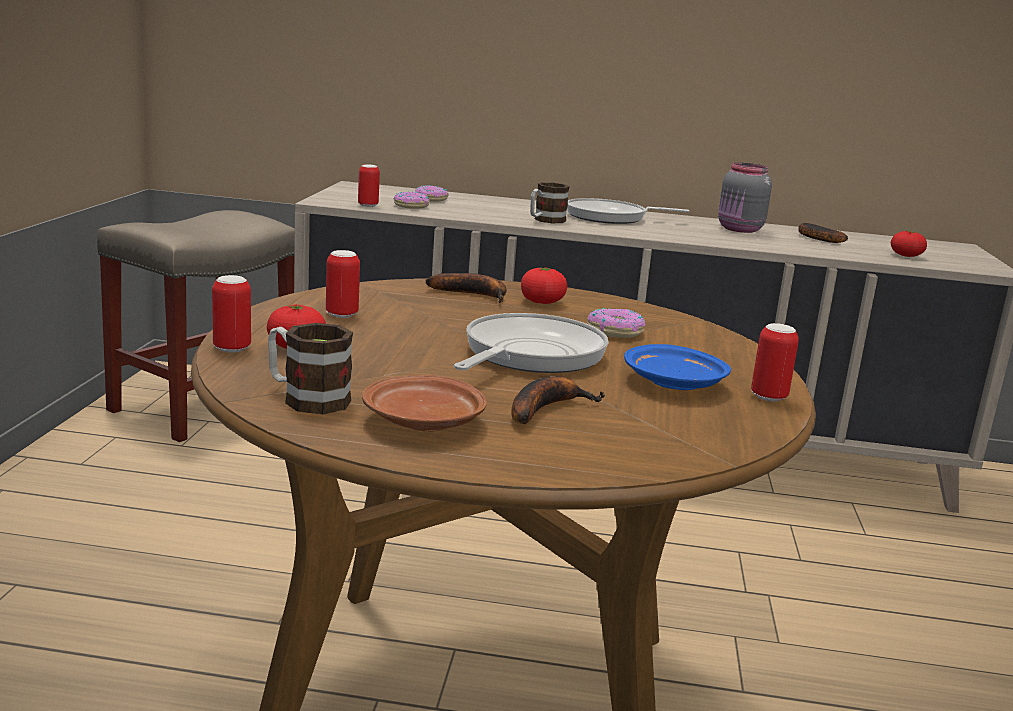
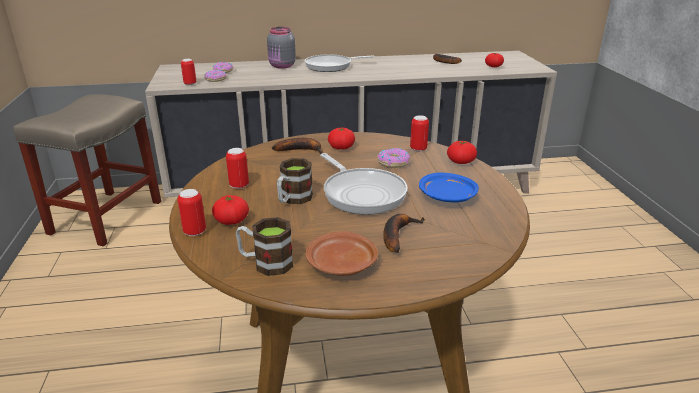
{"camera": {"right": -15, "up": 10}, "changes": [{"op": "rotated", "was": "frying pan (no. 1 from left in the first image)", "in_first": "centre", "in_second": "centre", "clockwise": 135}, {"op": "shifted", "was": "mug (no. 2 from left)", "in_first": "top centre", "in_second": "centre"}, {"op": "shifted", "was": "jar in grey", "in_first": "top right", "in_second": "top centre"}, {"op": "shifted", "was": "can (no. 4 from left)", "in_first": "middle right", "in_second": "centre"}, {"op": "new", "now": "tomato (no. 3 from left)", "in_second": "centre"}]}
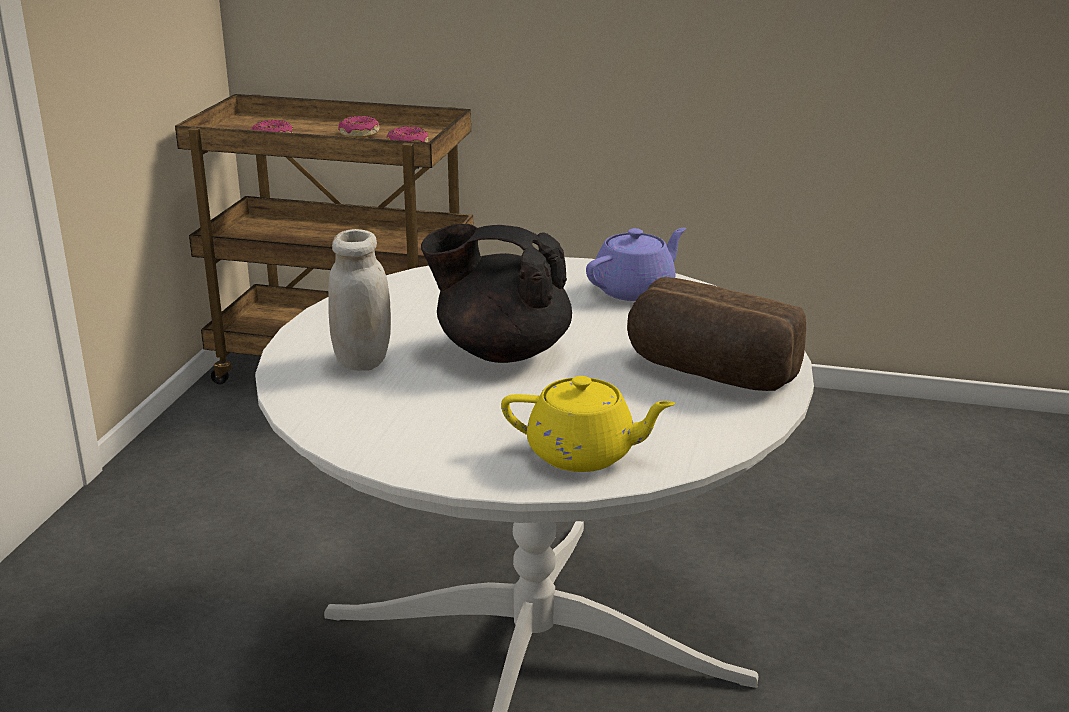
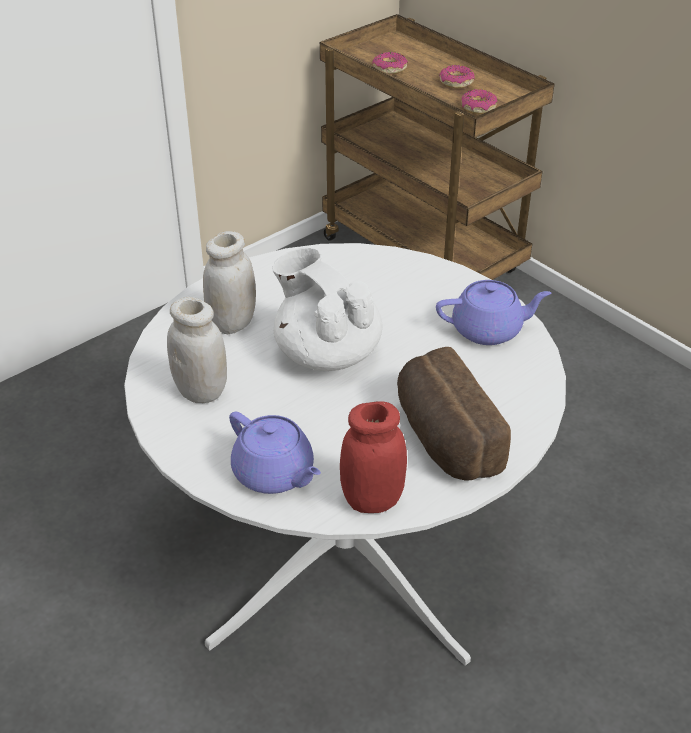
{"camera": {"right": 35, "up": 15}, "changes": [{"op": "repainted", "was": "teapot in black", "now": "teapot in white", "in_first": "centre", "in_second": "centre"}, {"op": "repainted", "was": "teapot in yellow", "now": "teapot in purple (no. 1 from left)", "in_first": "centre", "in_second": "centre"}, {"op": "new", "now": "jar in white (no. 1 from left)", "in_second": "middle left"}, {"op": "new", "now": "jar in red", "in_second": "centre"}]}
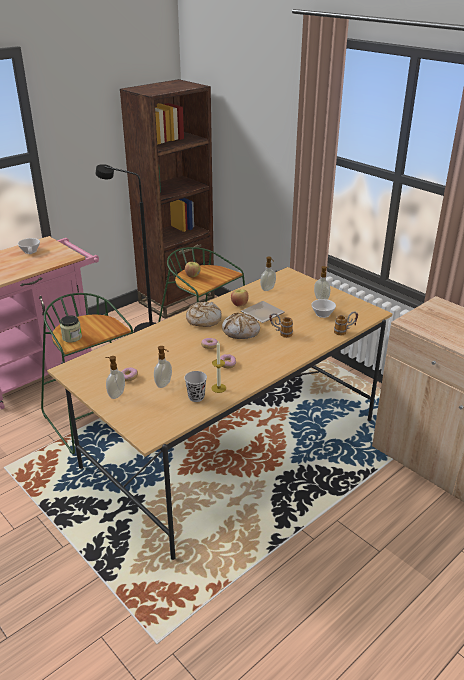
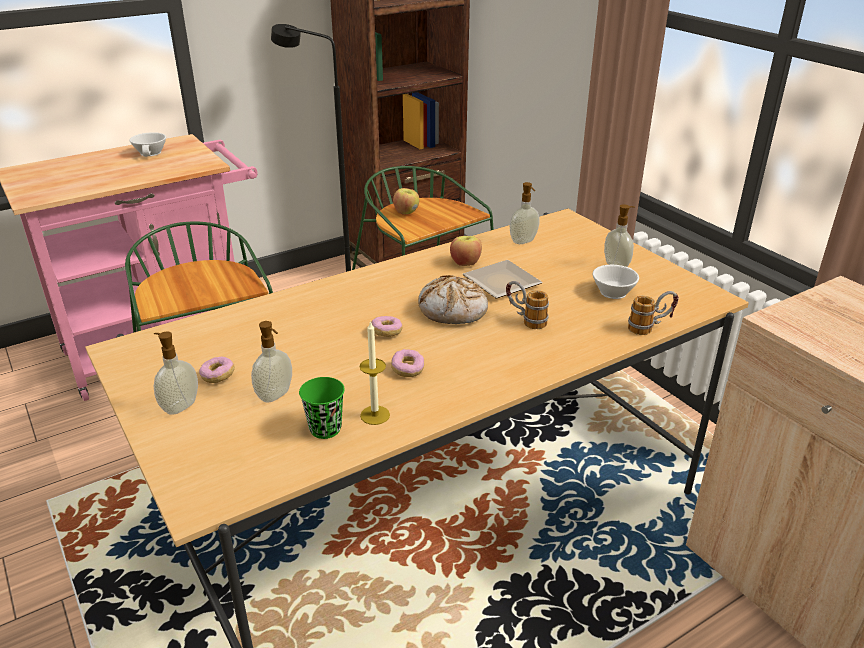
{"camera": {"right": 10, "up": 0}, "changes": [{"op": "gone", "was": "jar", "in_first": "middle left"}, {"op": "repainted", "was": "cup in black", "now": "cup in green", "in_first": "centre", "in_second": "centre"}, {"op": "gone", "was": "bread (no. 1 from left)", "in_first": "centre"}]}
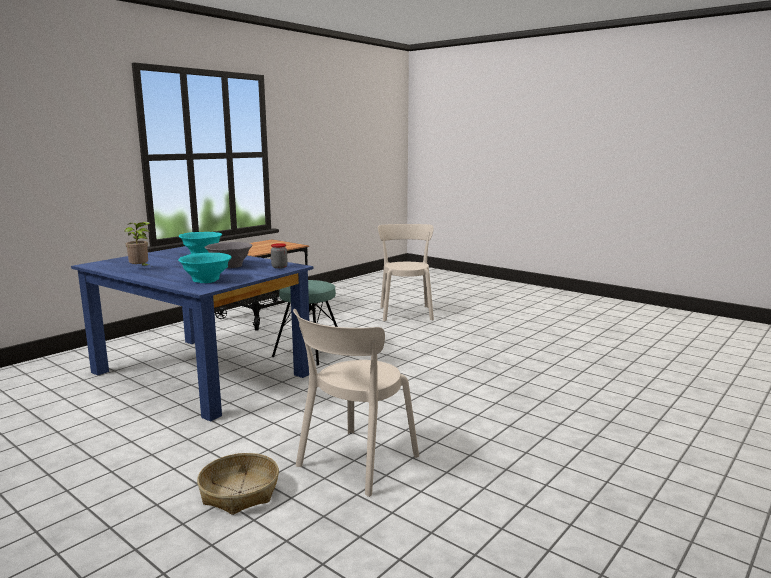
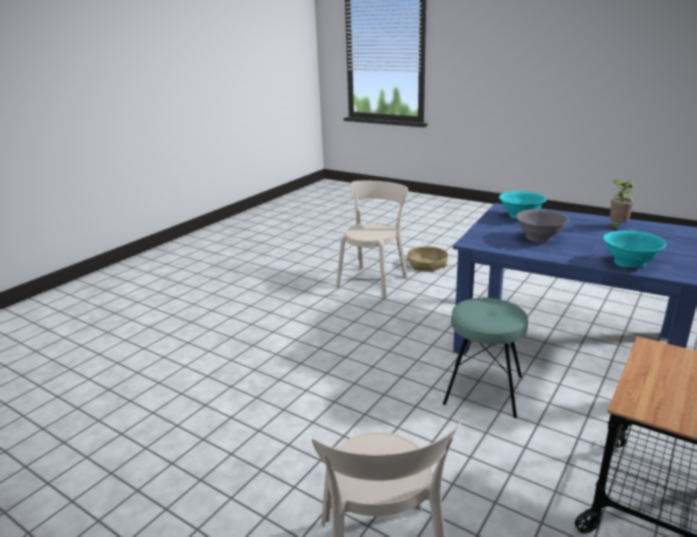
{"camera": {"right": 175, "up": 10}, "changes": [{"op": "gone", "was": "jar", "in_first": "centre"}]}
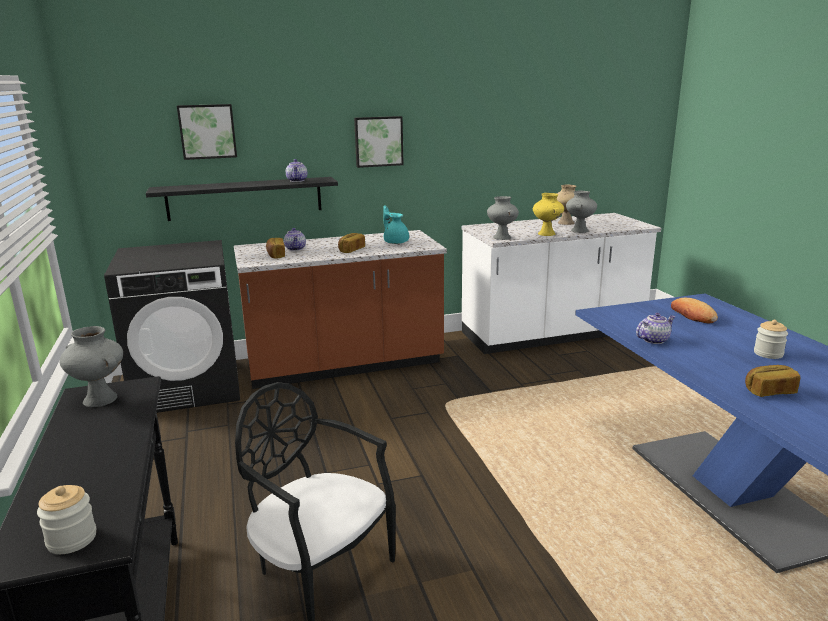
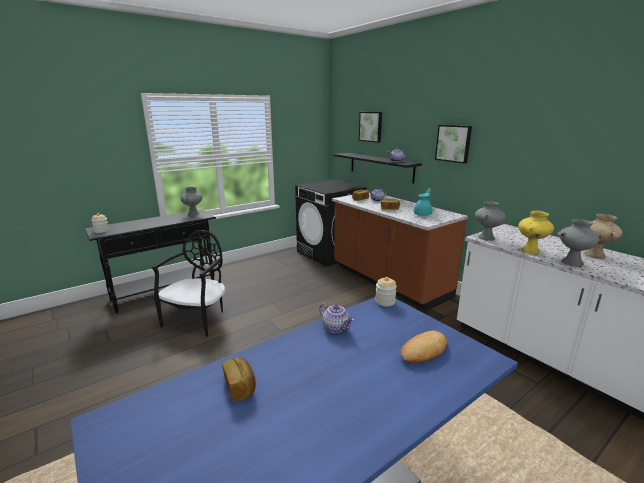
{"camera": {"right": 70, "up": 0}, "changes": [{"op": "shifted", "was": "jar (no. 2 from left)", "in_first": "middle right", "in_second": "centre"}]}
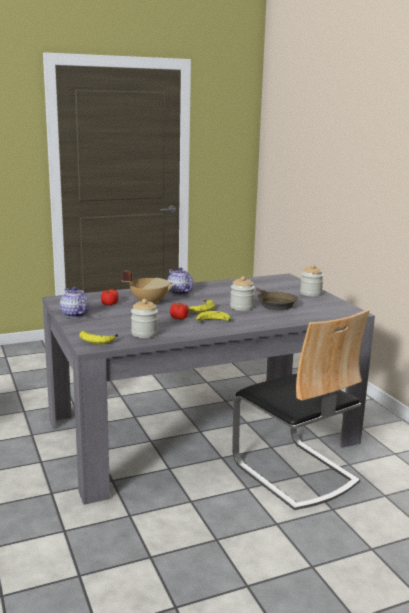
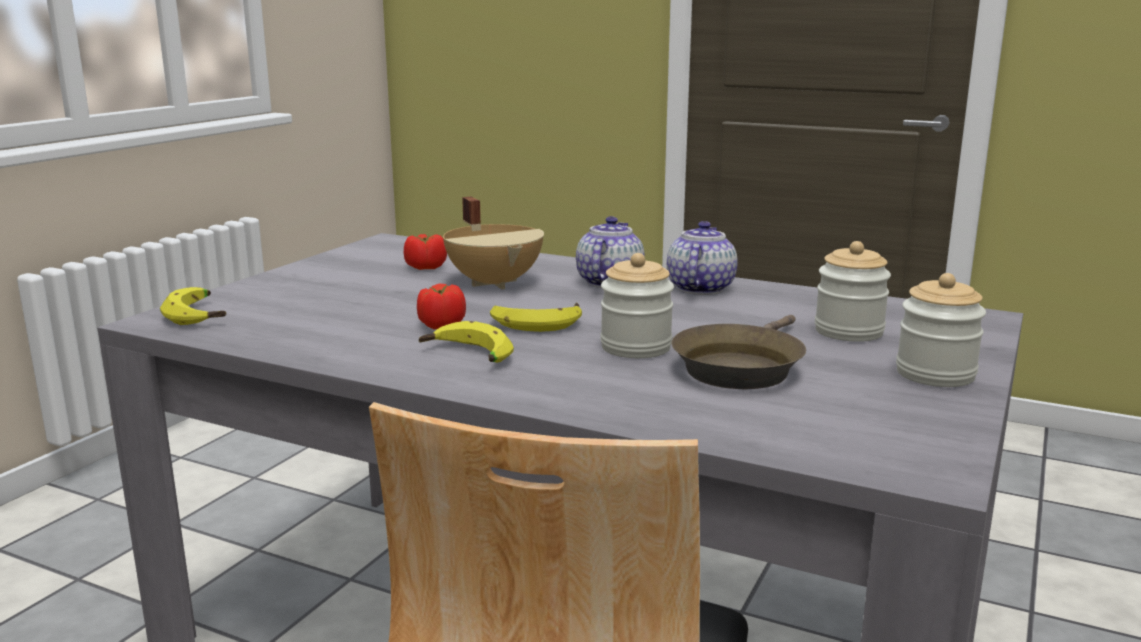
{"camera": {"right": 50, "up": 0}, "changes": [{"op": "shifted", "was": "teapot (no. 1 from left in the first image)", "now": "teapot (no. 2 from left)", "in_first": "middle left", "in_second": "centre"}, {"op": "shifted", "was": "jar (no. 1 from left in the first image)", "now": "jar (no. 2 from left)", "in_first": "centre", "in_second": "middle right"}]}
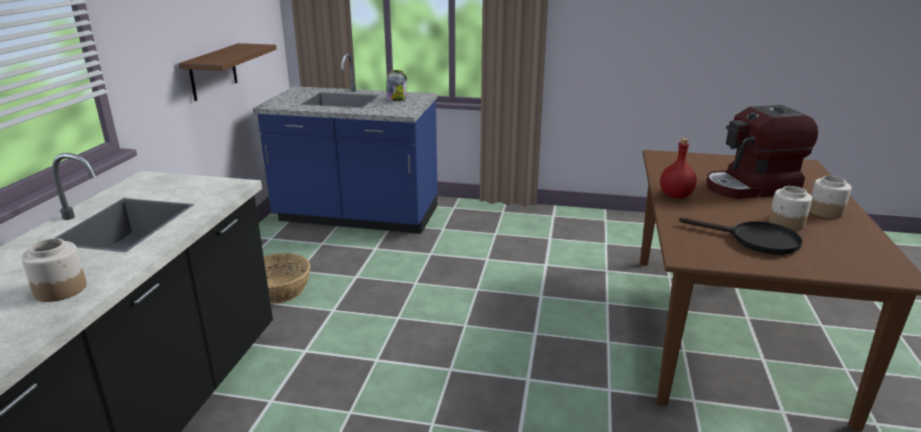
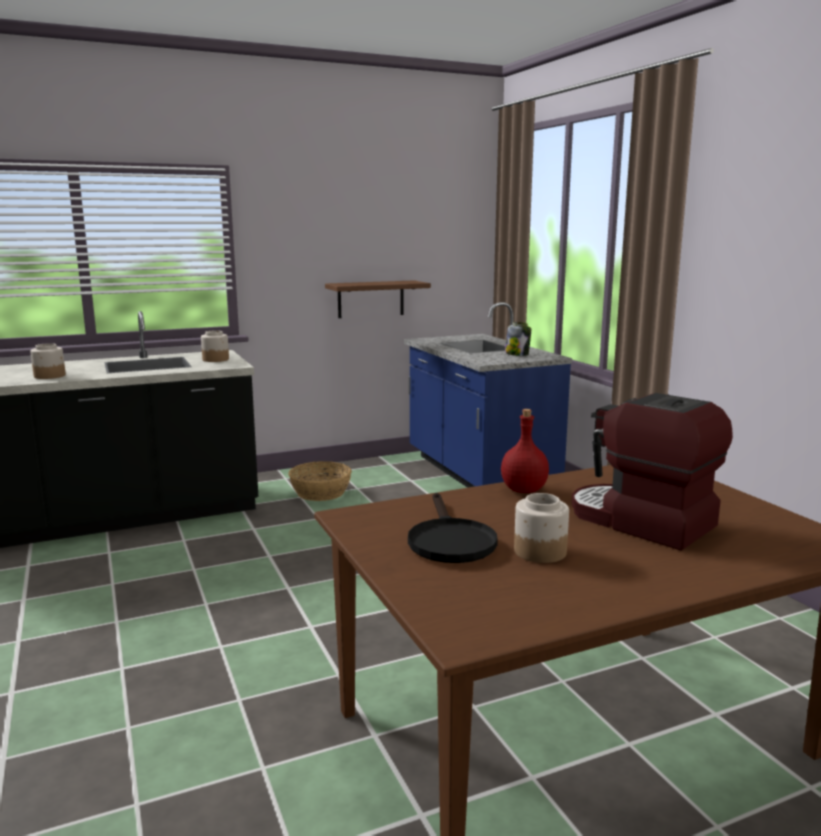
{"camera": {"right": 55, "up": -10}, "changes": [{"op": "shifted", "was": "jar (no. 4 from left in the first image)", "now": "jar (no. 2 from left)", "in_first": "middle right", "in_second": "middle left"}]}
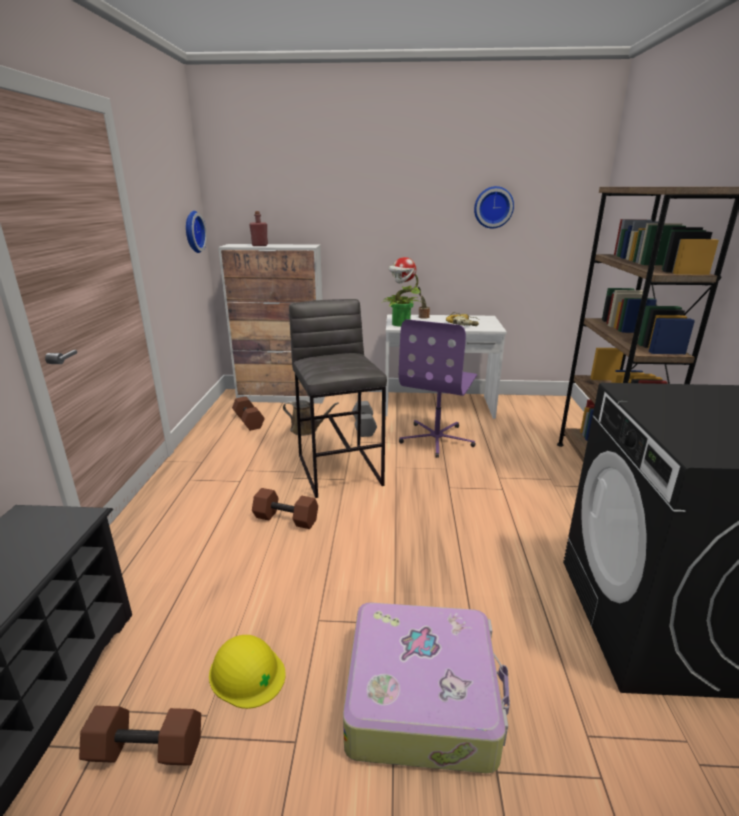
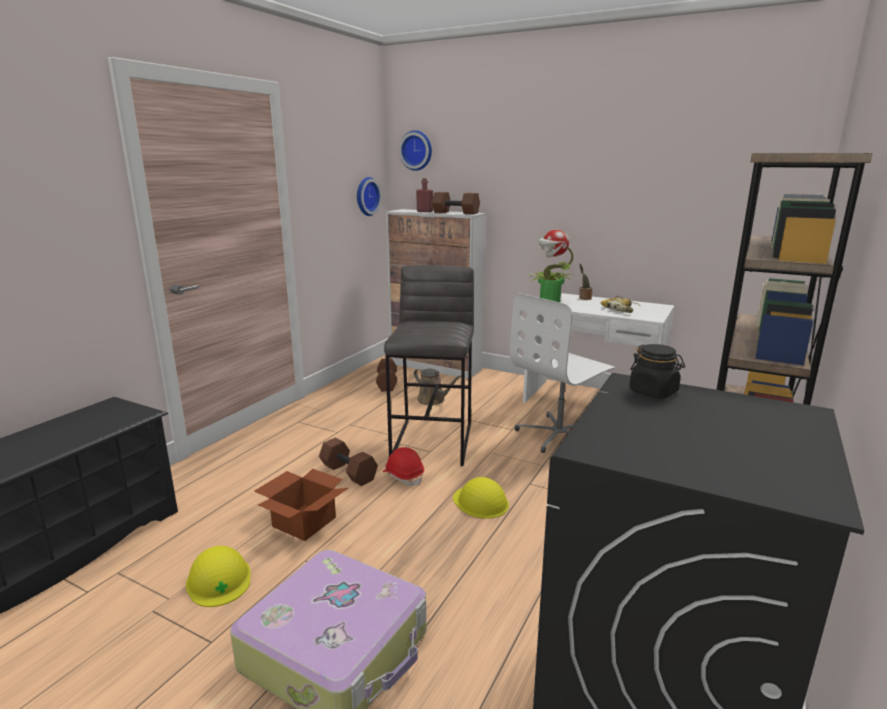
{"camera": {"right": 25, "up": -5}, "changes": [{"op": "shifted", "was": "dumbbell in brown (no. 1 from left in the first image)", "now": "dumbbell in brown (no. 3 from left)", "in_first": "bottom left", "in_second": "top centre"}, {"op": "gone", "was": "dumbbell in grey", "in_first": "centre"}, {"op": "repainted", "was": "office chair in purple", "now": "office chair in white", "in_first": "centre", "in_second": "centre"}, {"op": "shifted", "was": "wall clock (no. 2 from left)", "in_first": "top right", "in_second": "top centre"}, {"op": "new", "now": "cardboard box", "in_second": "bottom centre"}, {"op": "new", "now": "hard hat in red", "in_second": "centre"}, {"op": "new", "now": "hard hat in yellow (no. 2 from left)", "in_second": "bottom centre"}, {"op": "new", "now": "jar in black", "in_second": "middle right"}]}
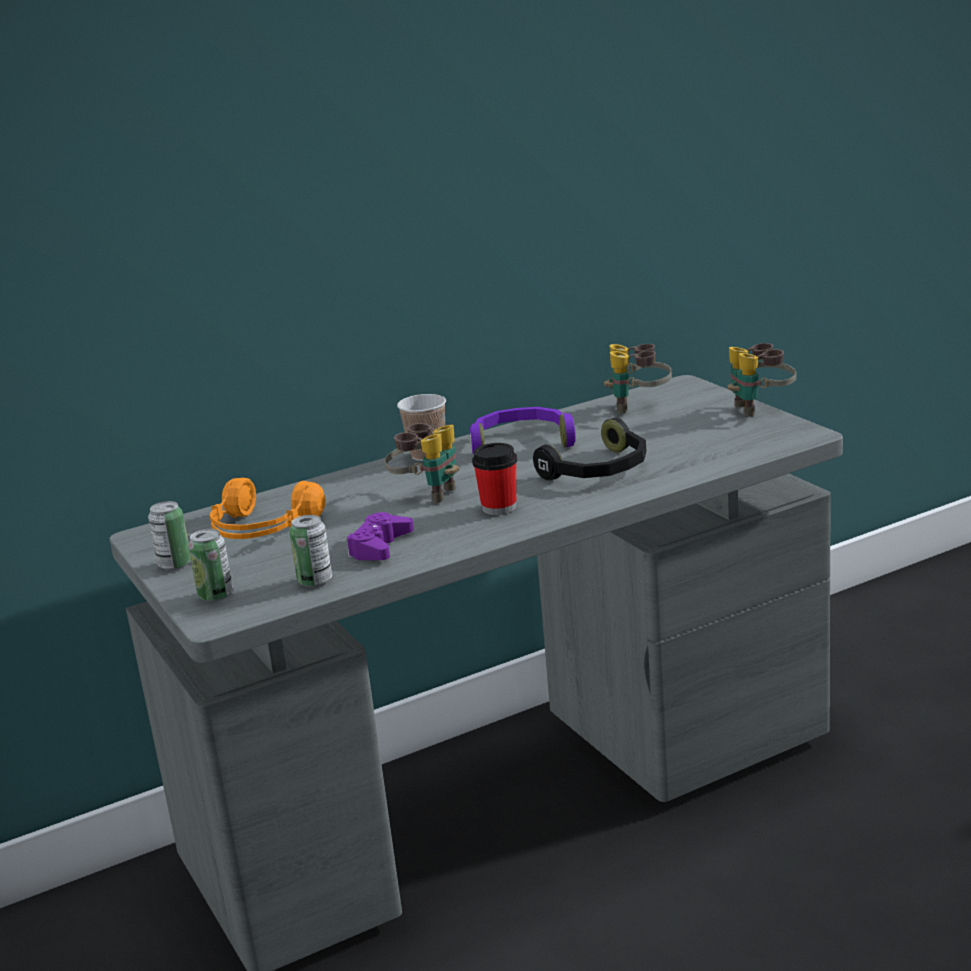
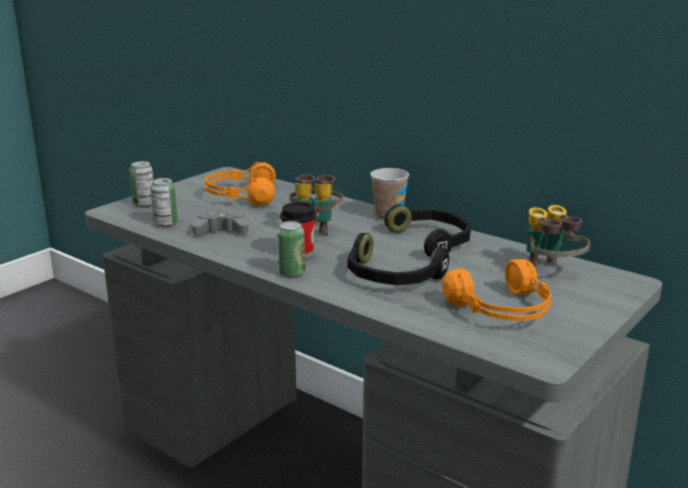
{"camera": {"right": 65, "up": 0}, "changes": [{"op": "shifted", "was": "can (no. 1 from left in the first image)", "now": "can (no. 3 from left)", "in_first": "middle left", "in_second": "centre"}, {"op": "repainted", "was": "game controller in purple", "now": "game controller in grey", "in_first": "centre", "in_second": "middle left"}, {"op": "repainted", "was": "headphones in purple", "now": "headphones in black (no. 2 from left)", "in_first": "centre", "in_second": "centre"}, {"op": "gone", "was": "binoculars (no. 3 from left)", "in_first": "middle right"}, {"op": "new", "now": "headphones in orange (no. 2 from left)", "in_second": "middle right"}]}
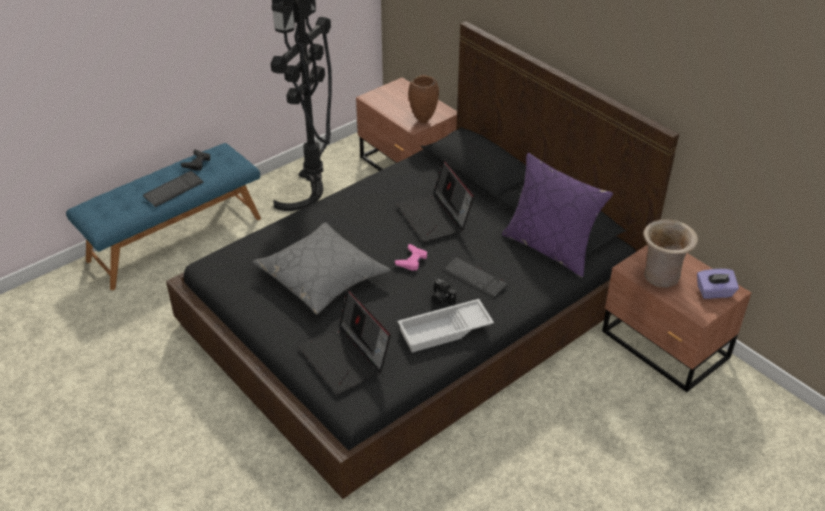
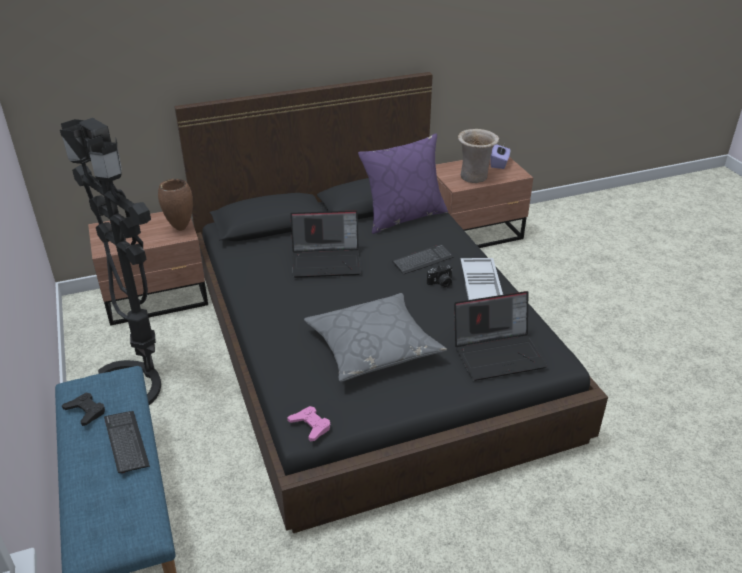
{"camera": {"right": -70, "up": -5}, "changes": [{"op": "shifted", "was": "game controller in pink", "in_first": "centre", "in_second": "bottom centre"}]}
